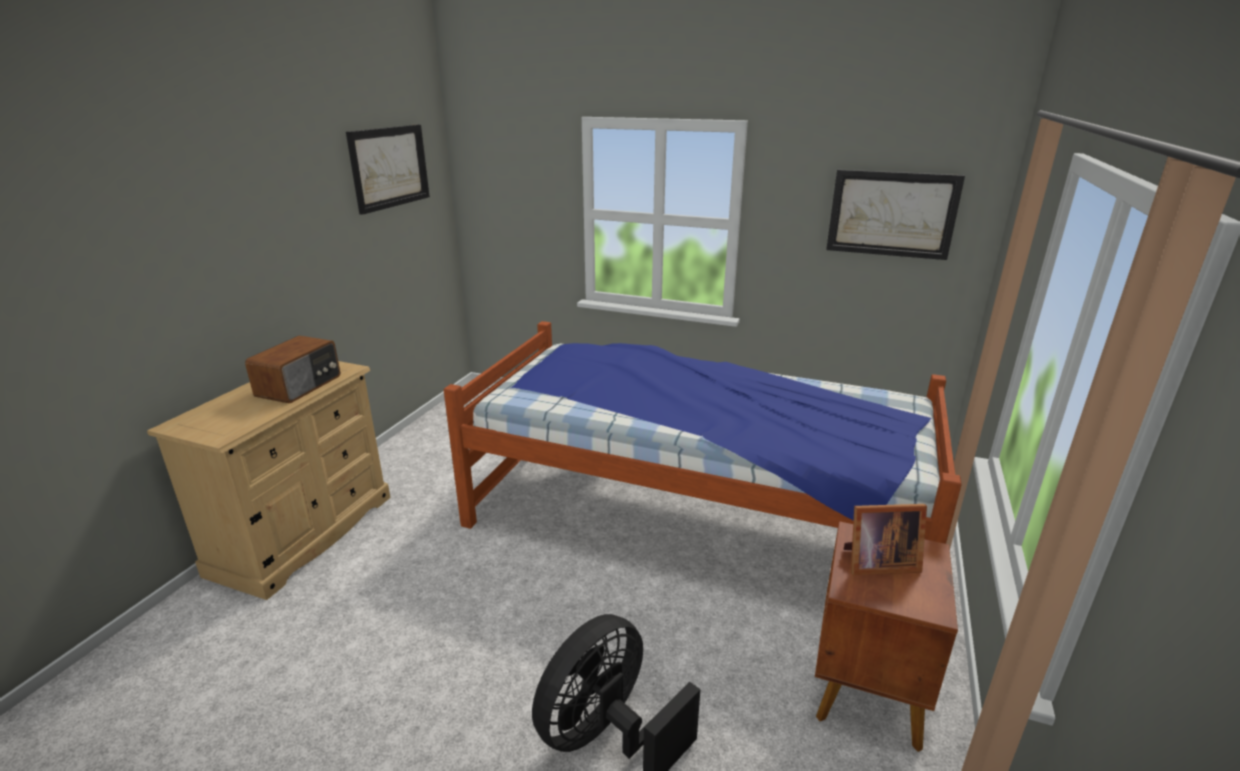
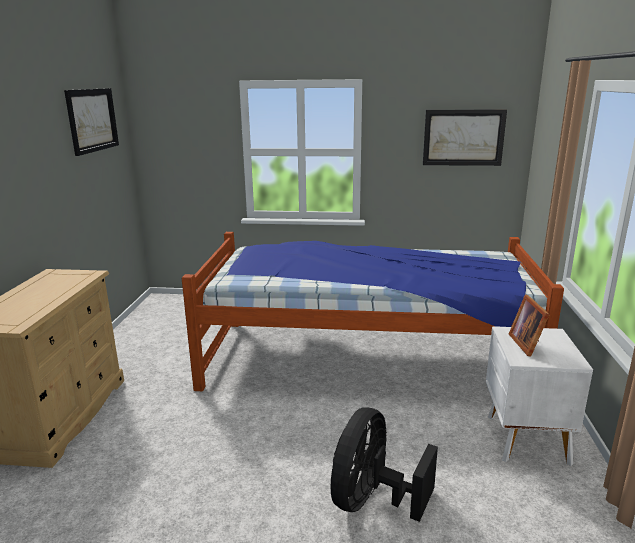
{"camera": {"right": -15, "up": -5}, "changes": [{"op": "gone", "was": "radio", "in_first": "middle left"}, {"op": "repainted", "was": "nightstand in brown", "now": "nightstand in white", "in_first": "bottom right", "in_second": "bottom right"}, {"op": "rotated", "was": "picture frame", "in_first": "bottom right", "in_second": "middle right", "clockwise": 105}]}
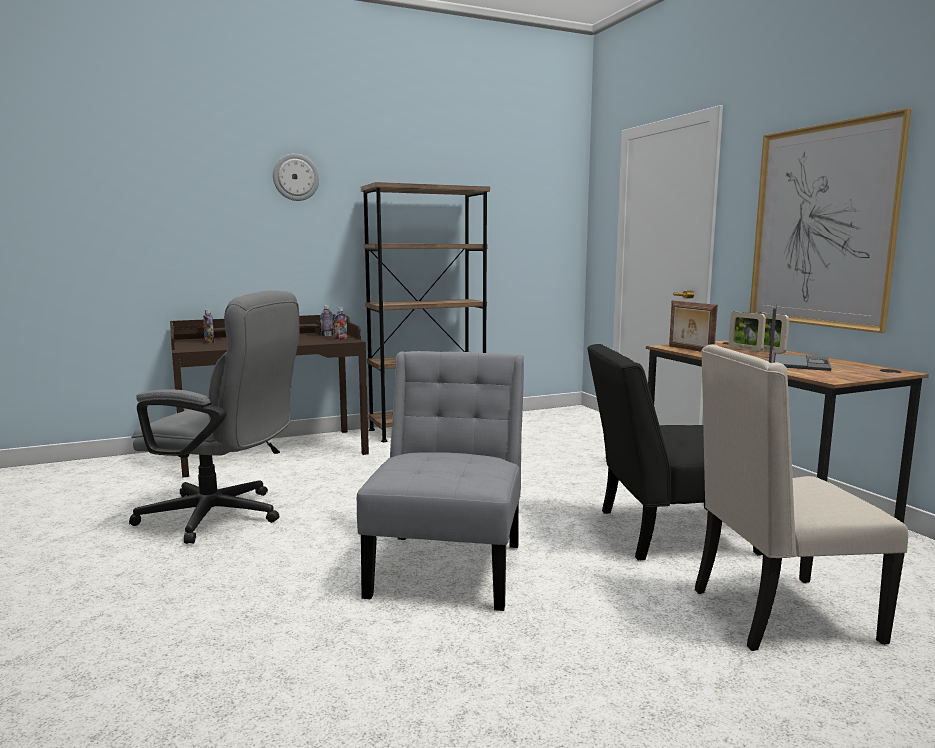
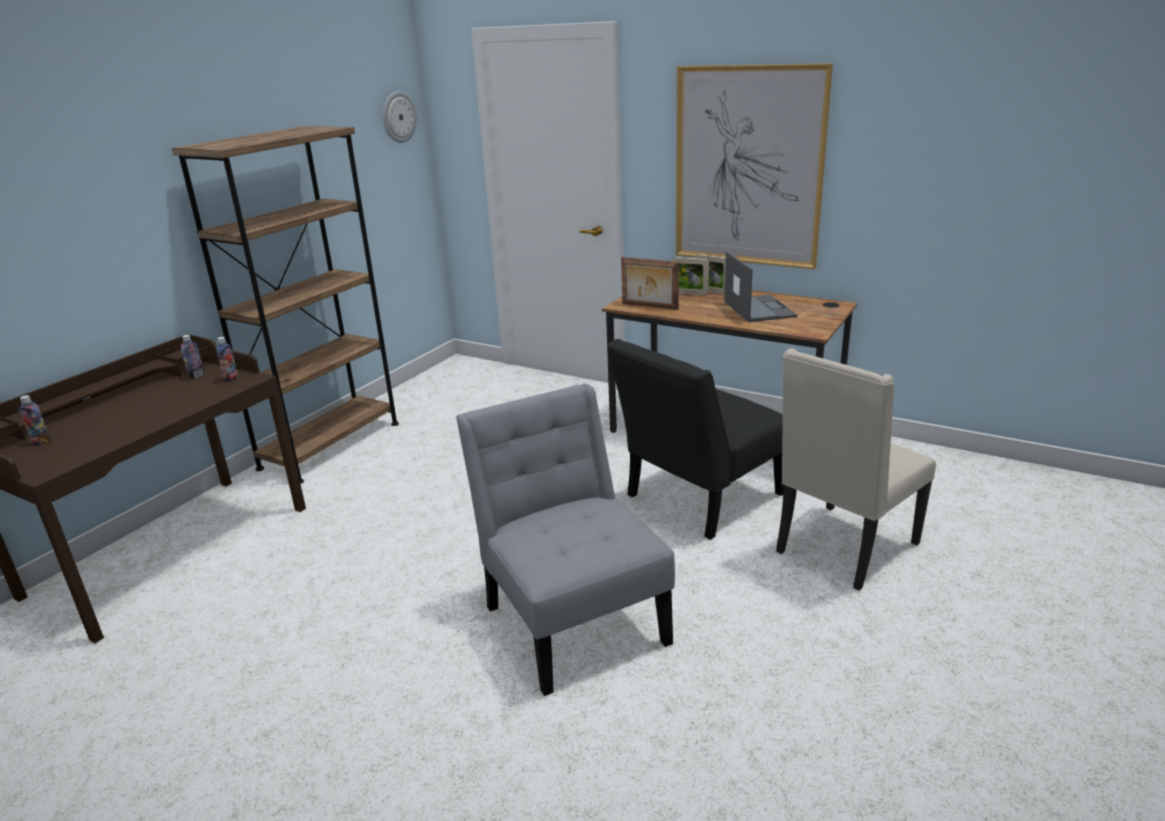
{"camera": {"right": -35, "up": 15}, "changes": [{"op": "gone", "was": "office chair in grey", "in_first": "middle left"}, {"op": "shifted", "was": "wall clock", "in_first": "top left", "in_second": "top centre"}]}
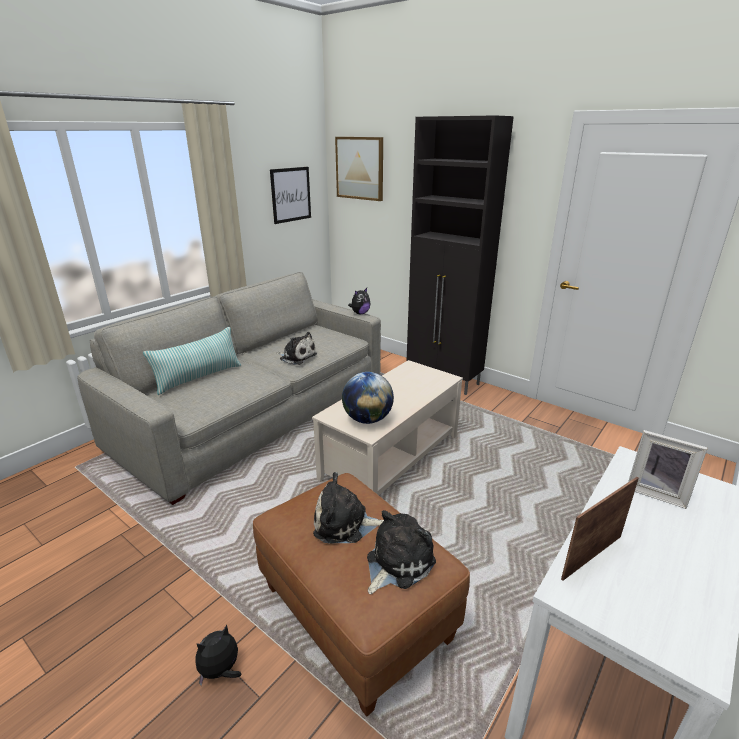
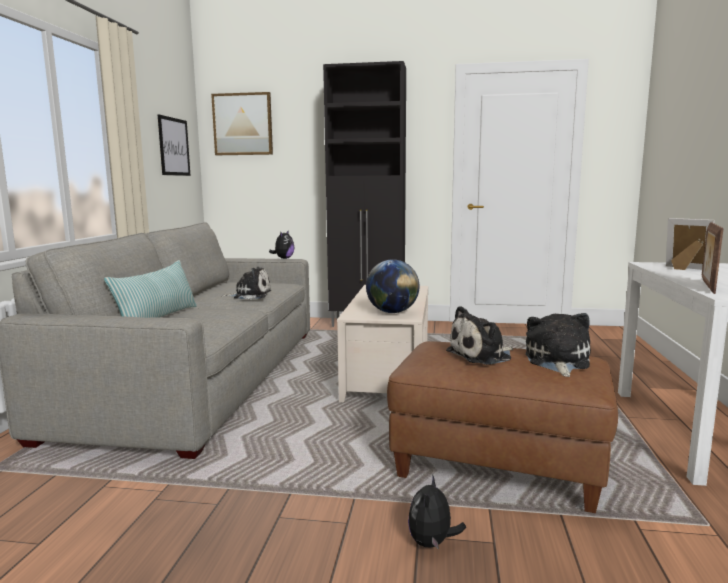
{"camera": {"right": -30, "up": -15}, "changes": [{"op": "rotated", "was": "picture frame (no. 2 from left in the first image)", "in_first": "middle right", "in_second": "middle right", "clockwise": -135}]}
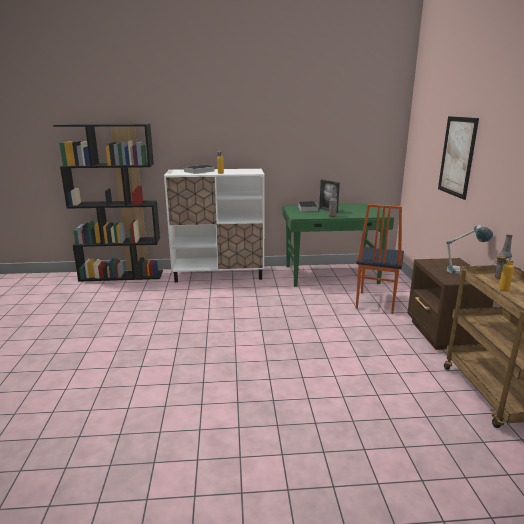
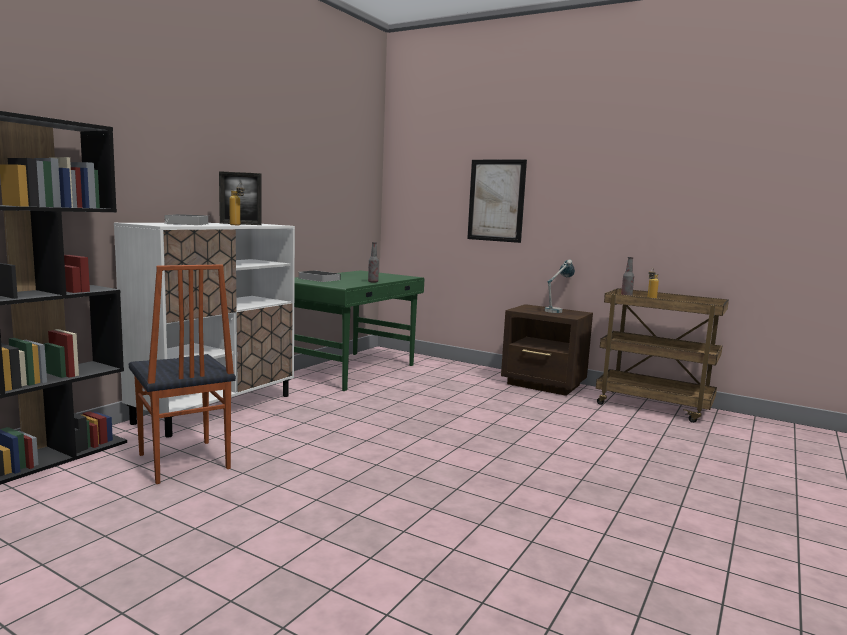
{"camera": {"right": -55, "up": -10}, "changes": [{"op": "shifted", "was": "picture frame", "in_first": "centre", "in_second": "top left"}, {"op": "shifted", "was": "chair", "in_first": "middle right", "in_second": "middle left"}]}
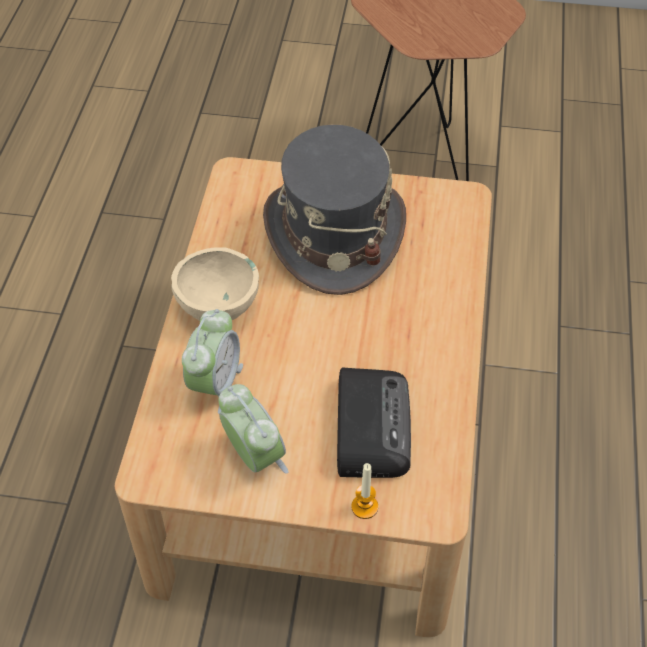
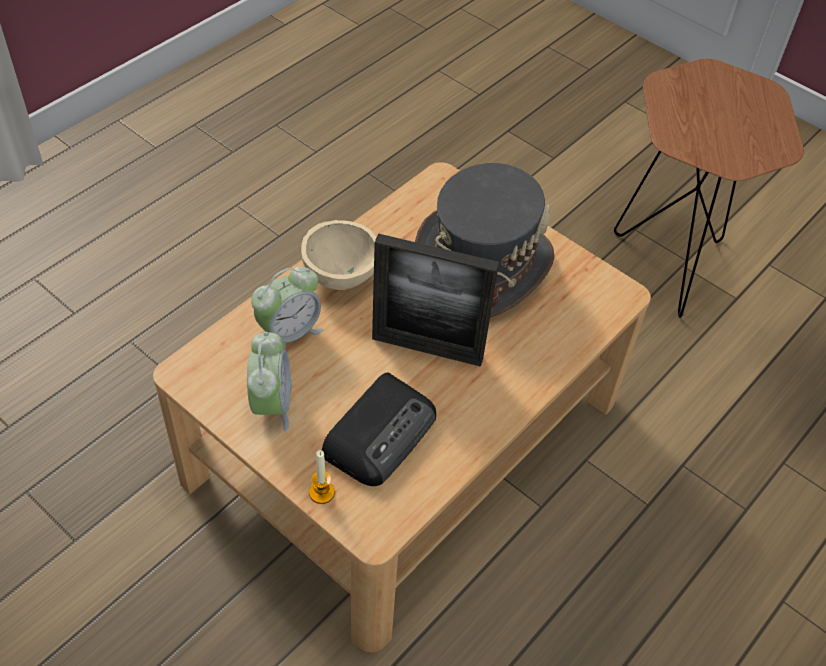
{"camera": {"right": 30, "up": 0}, "changes": [{"op": "new", "now": "picture frame", "in_second": "centre"}]}
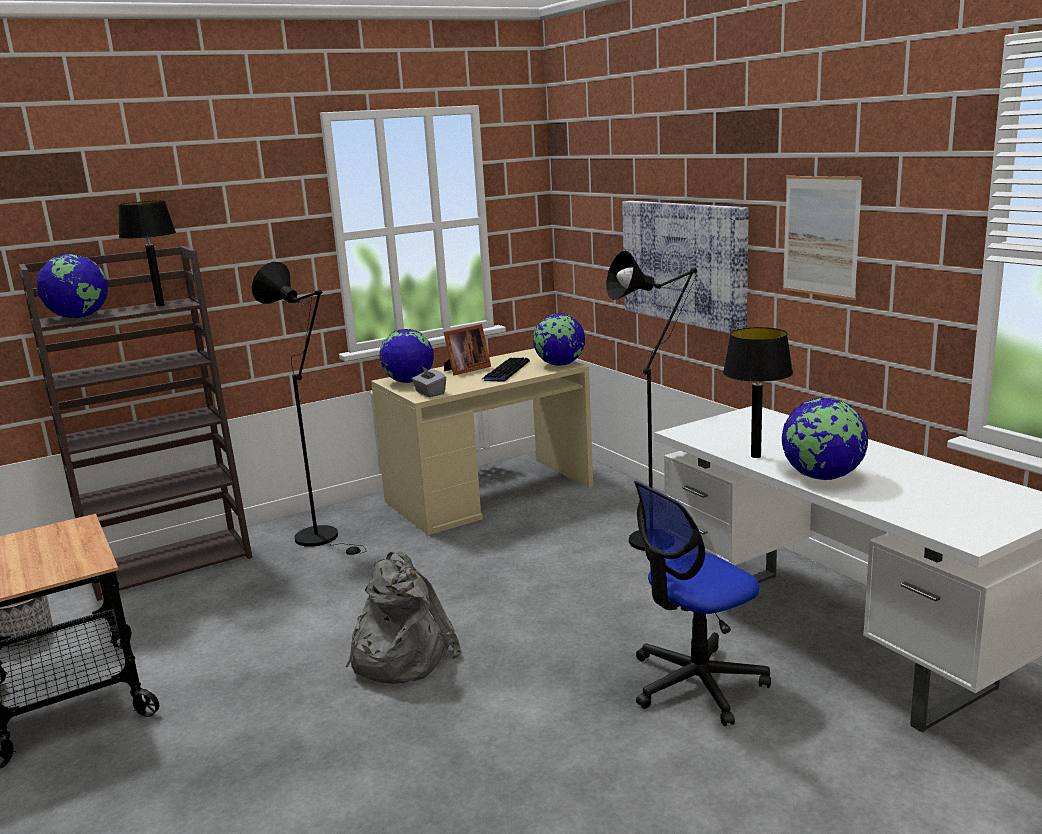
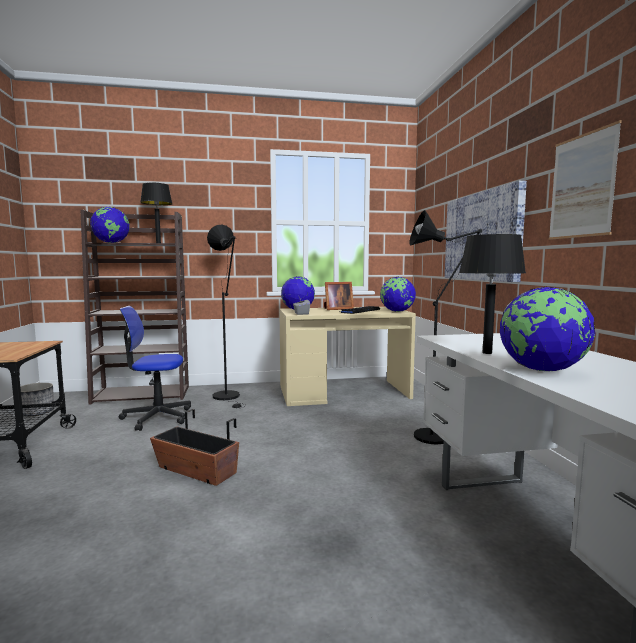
{"camera": {"right": 20, "up": -10}, "changes": [{"op": "swapped", "was": "backpack in grey", "now": "planter (no. 2 from left)", "in_first": "bottom centre", "in_second": "bottom left"}, {"op": "shifted", "was": "office chair", "in_first": "bottom right", "in_second": "middle left"}]}
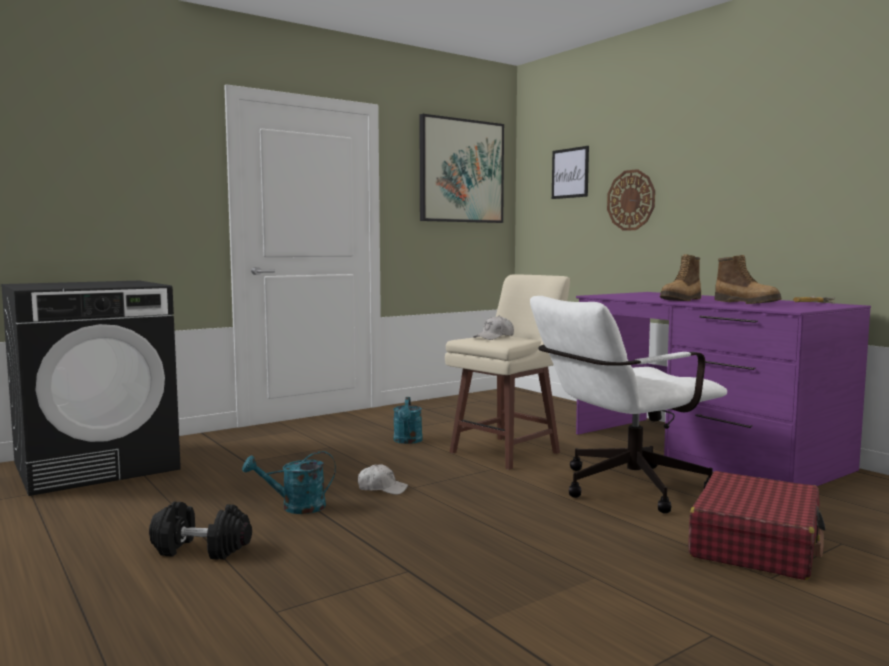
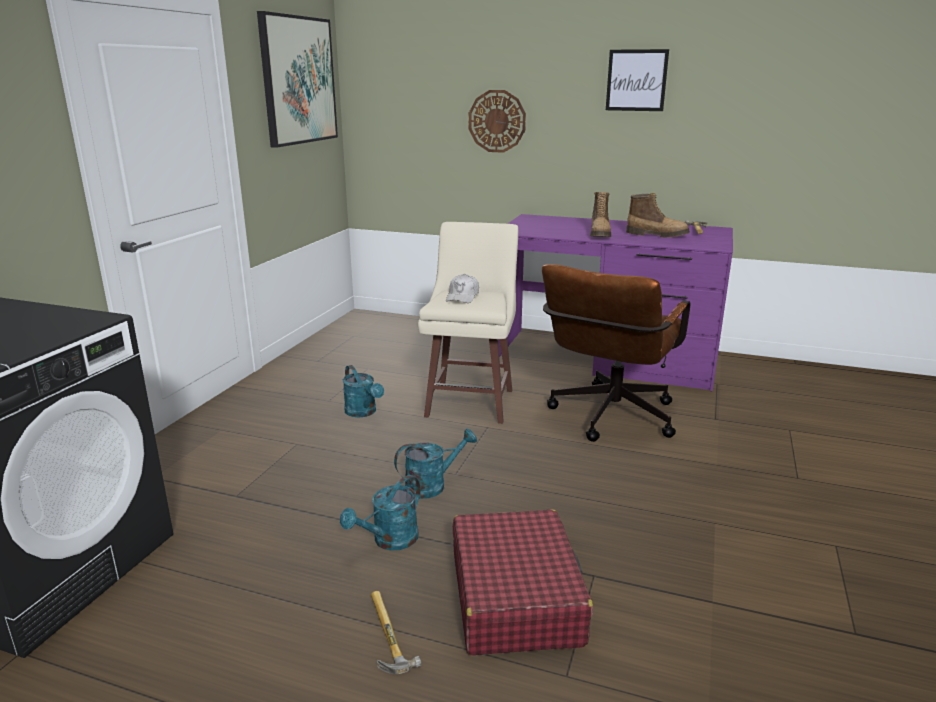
{"camera": {"right": -35, "up": 15}, "changes": [{"op": "swapped", "was": "dumbbell in black", "now": "hammer (no. 1 from left)", "in_first": "bottom left", "in_second": "bottom centre"}, {"op": "swapped", "was": "cap in white (no. 1 from left)", "now": "watering can in turquoise (no. 3 from left)", "in_first": "bottom centre", "in_second": "centre"}, {"op": "repainted", "was": "office chair in white", "now": "office chair in brown", "in_first": "middle right", "in_second": "centre"}, {"op": "shifted", "was": "picture (no. 2 from left)", "in_first": "top centre", "in_second": "top right"}, {"op": "shifted", "was": "suitcase in red", "in_first": "bottom right", "in_second": "bottom centre"}]}
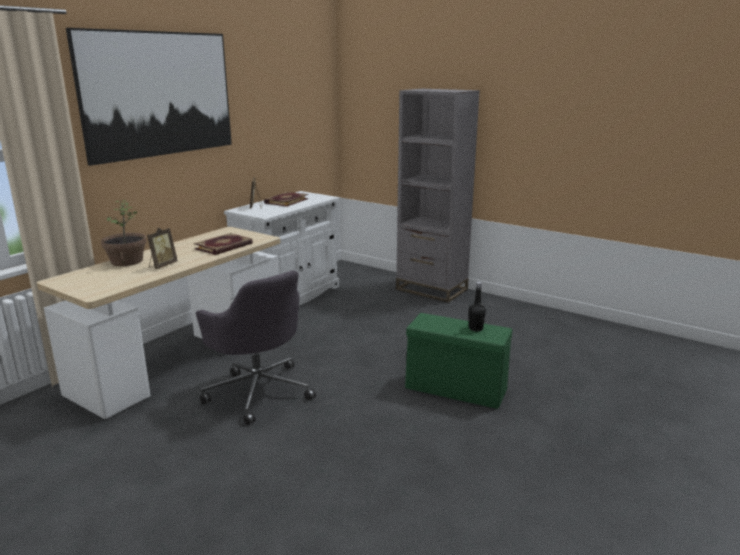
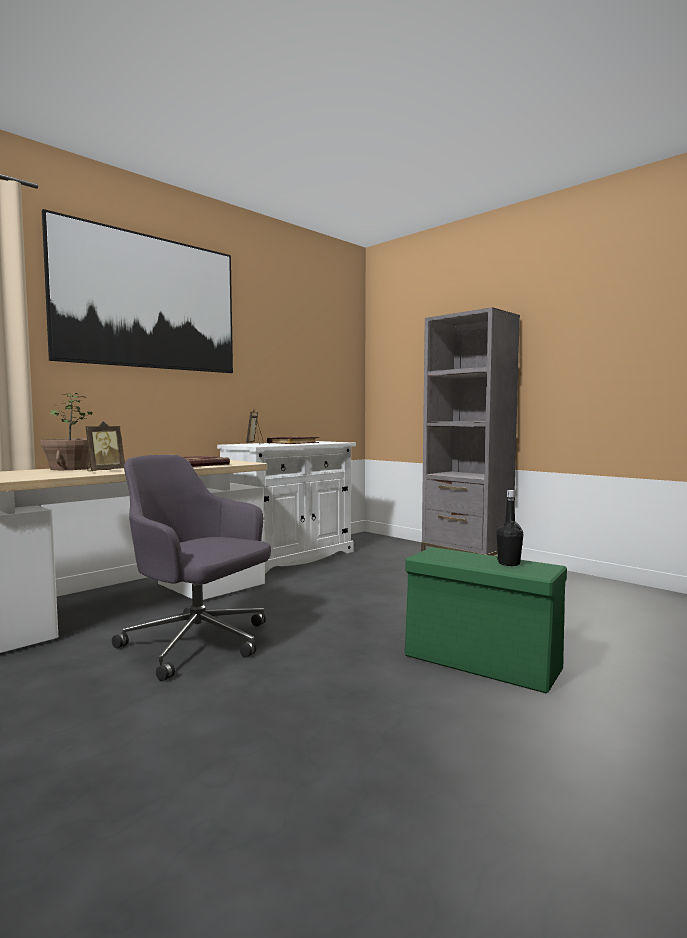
{"camera": {"right": 10, "up": -15}, "changes": [{"op": "rotated", "was": "office chair in grey", "in_first": "centre", "in_second": "middle left", "clockwise": 150}]}
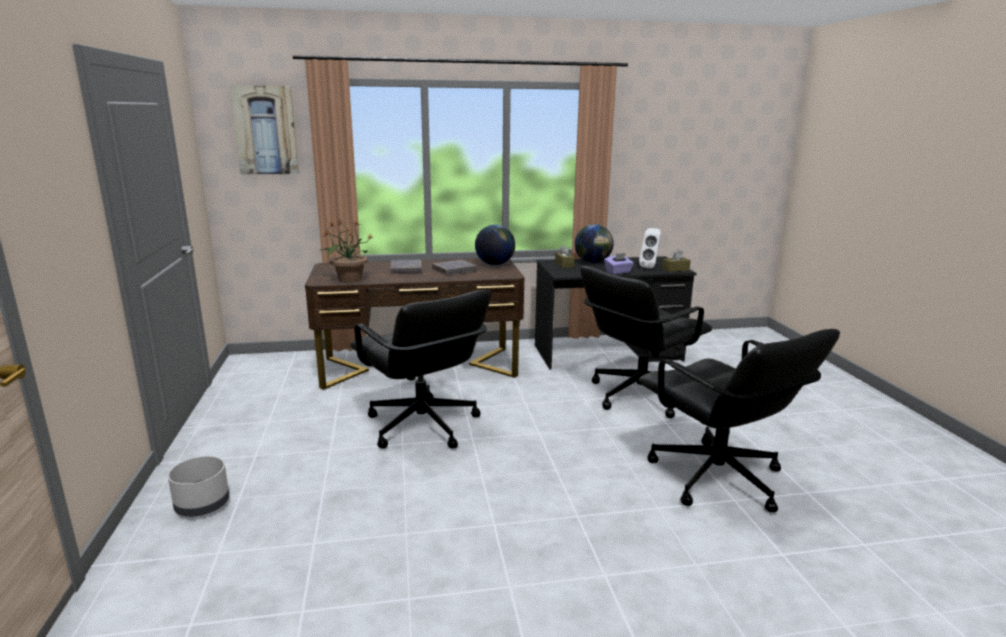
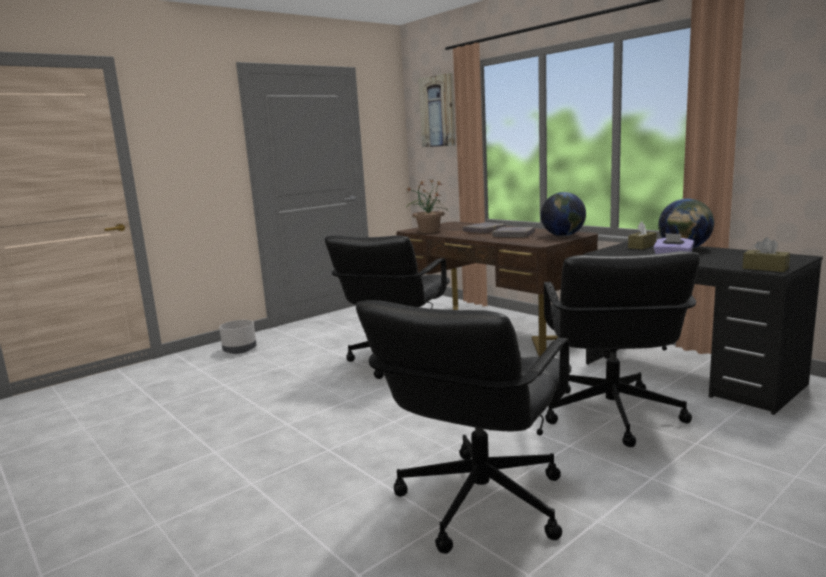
{"camera": {"right": 60, "up": -5}, "changes": [{"op": "rotated", "was": "office chair in black (no. 2 from left in the first image)", "in_first": "centre", "in_second": "middle right", "clockwise": -105}, {"op": "gone", "was": "speaker in white", "in_first": "centre"}]}
